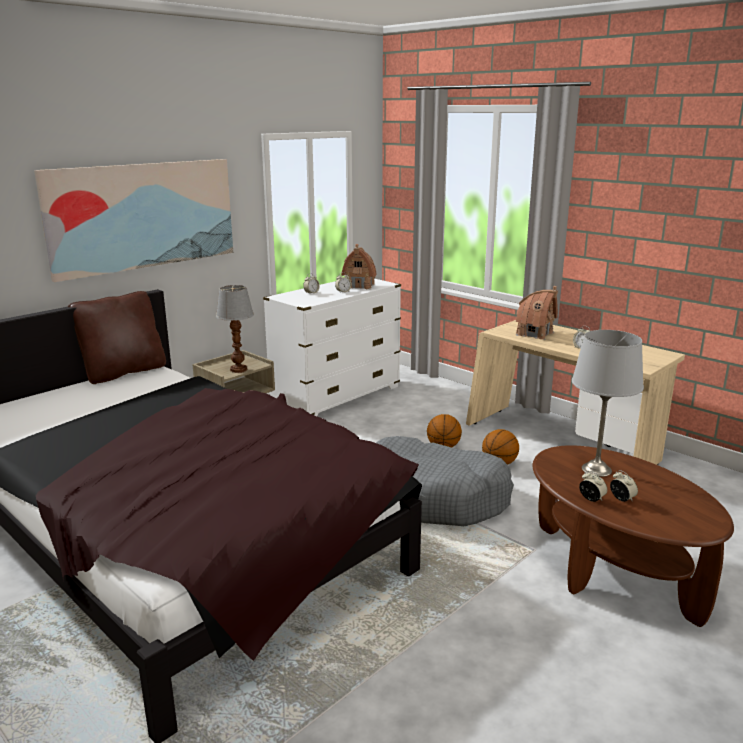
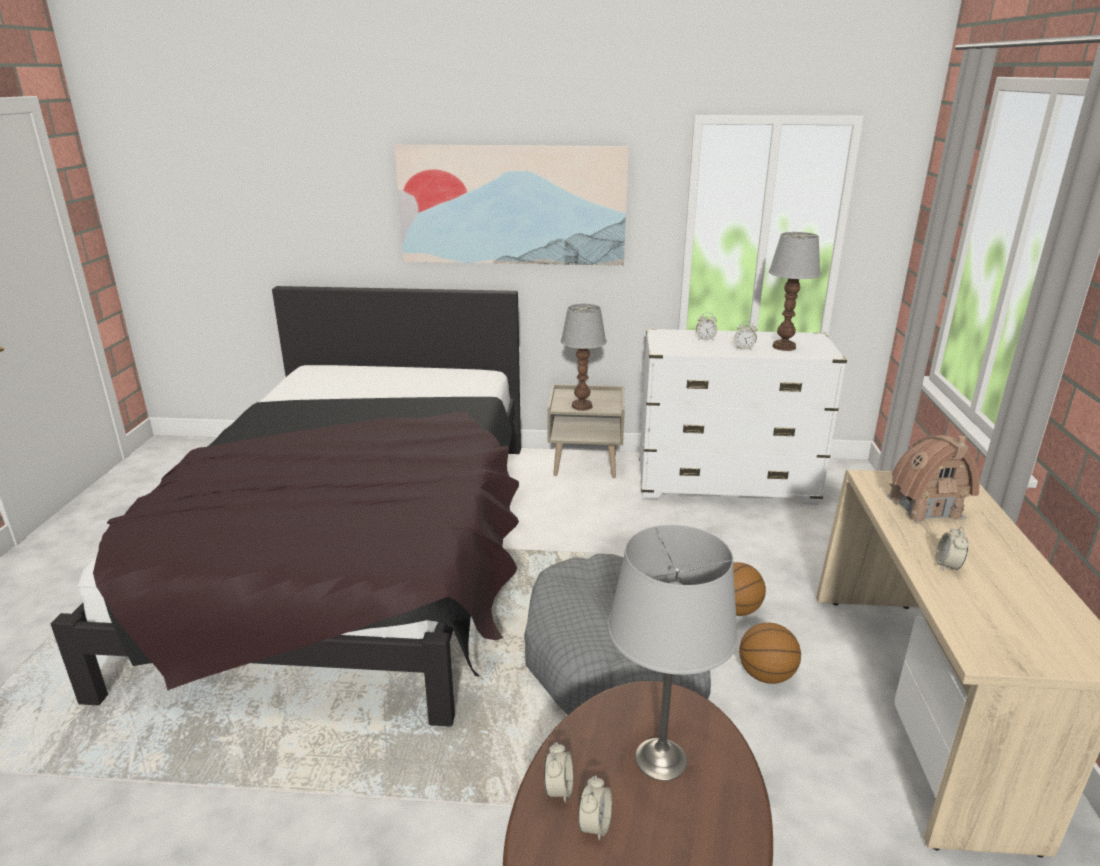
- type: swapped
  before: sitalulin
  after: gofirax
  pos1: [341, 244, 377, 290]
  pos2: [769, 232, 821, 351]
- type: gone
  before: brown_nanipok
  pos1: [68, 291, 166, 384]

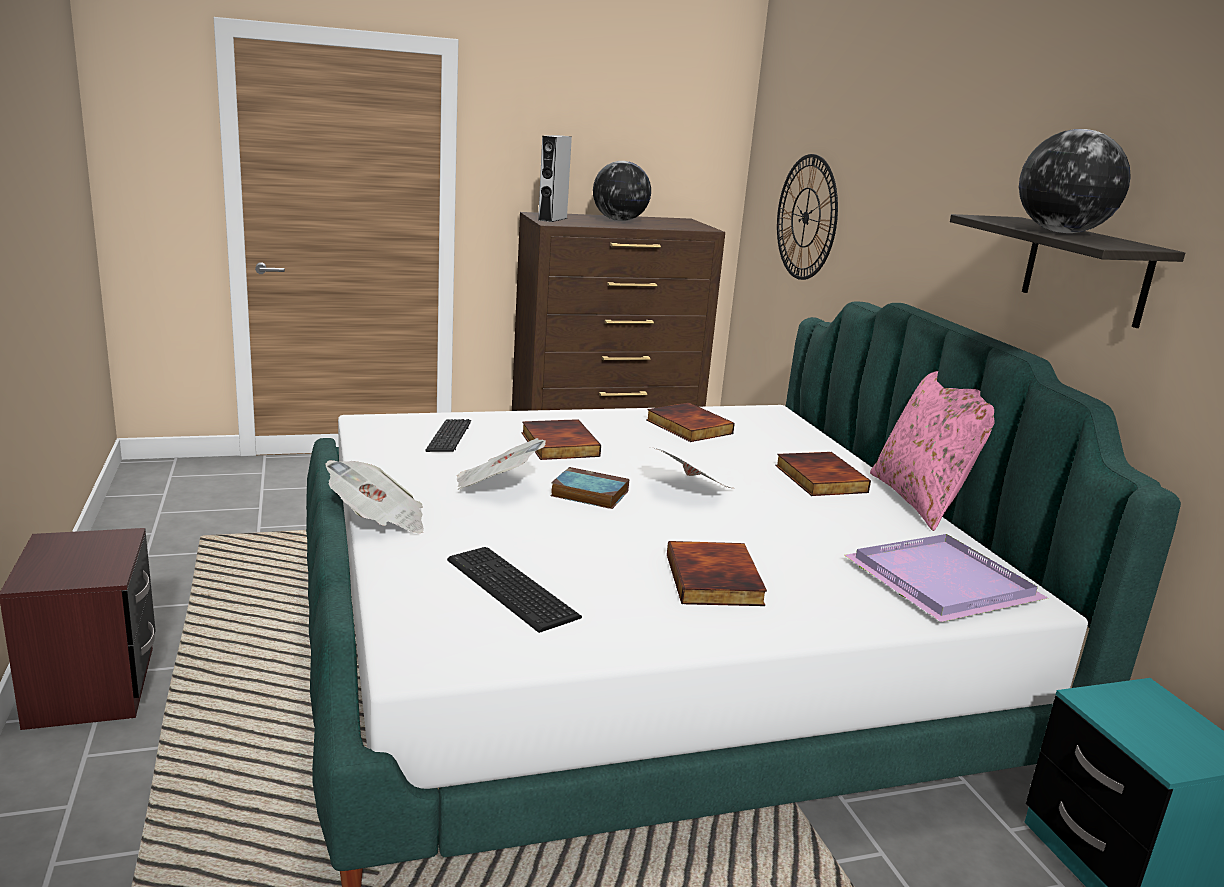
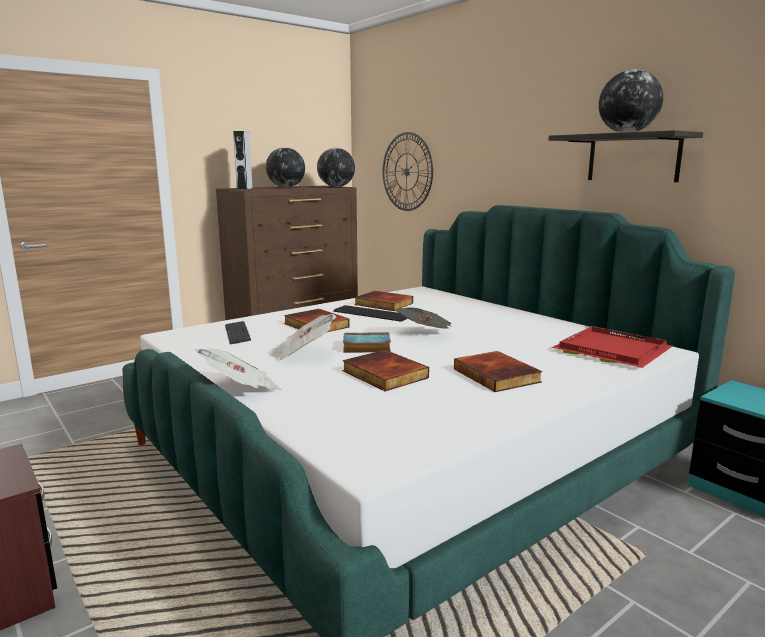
- type: new
  after: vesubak
  pos2: [317, 148, 355, 187]
- type: shifted
  before: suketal
  pos1: [447, 547, 582, 633]
  pos2: [333, 305, 408, 322]
- type: shifted
  before: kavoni
  pos1: [775, 452, 871, 496]
  pos2: [343, 350, 429, 391]
- type: repainted
  before: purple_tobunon
  after: red_tobunon
  pos1: [844, 534, 1048, 622]
  pos2: [552, 326, 672, 368]
- type: gone
  before: pink_nanipok
  pos1: [870, 371, 995, 531]

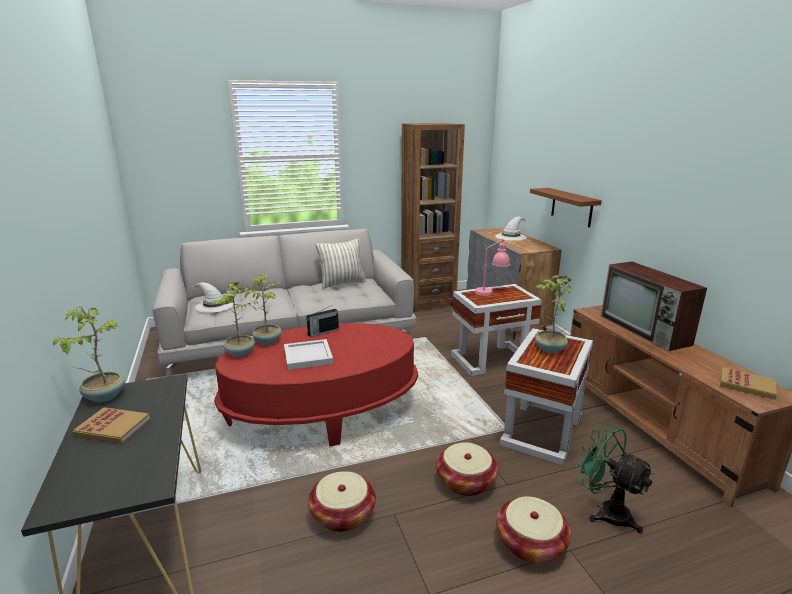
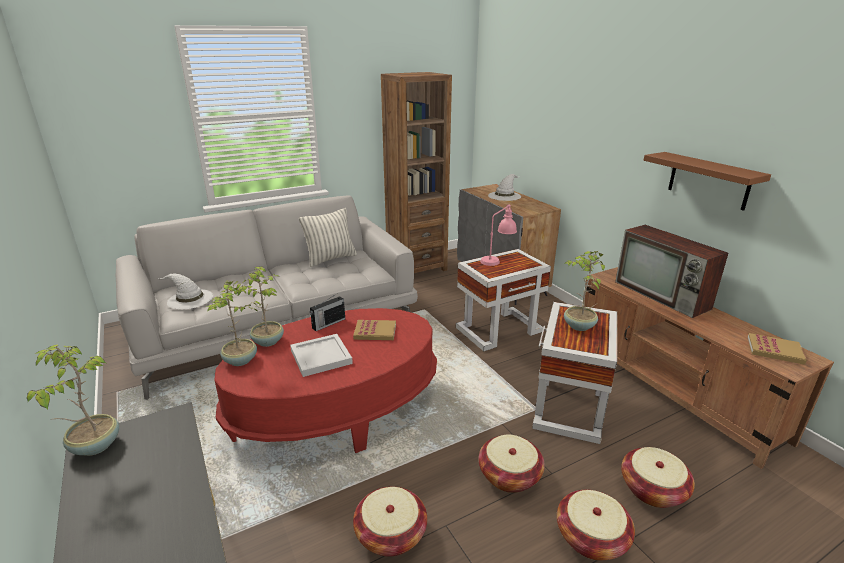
- type: shifted
  before: kavoni
  pos1: [72, 407, 150, 444]
  pos2: [353, 320, 396, 340]
- type: swapped
  before: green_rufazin
  after: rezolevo
  pos1: [576, 423, 654, 534]
  pos2: [621, 447, 695, 508]
- type: shifted
  before: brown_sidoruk
  pos1: [530, 188, 602, 227]
  pos2: [644, 152, 771, 211]

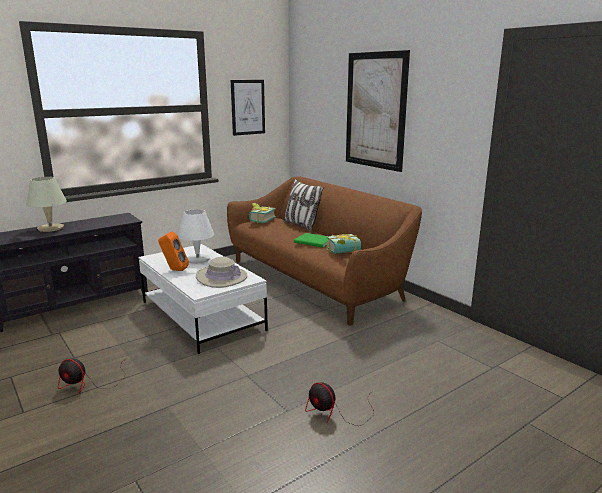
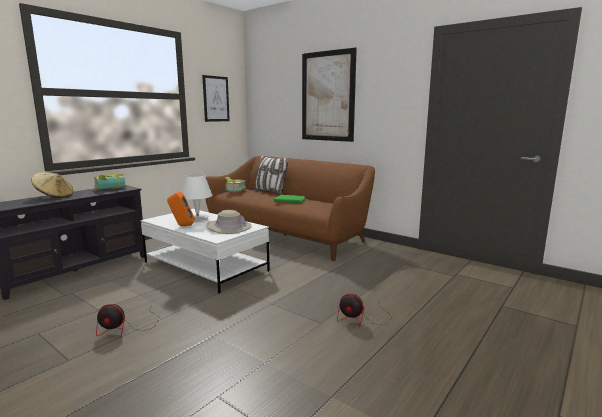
- type: swapped
  before: beige_gofirax
  after: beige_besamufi
  pos1: [26, 177, 67, 232]
  pos2: [31, 172, 73, 198]
- type: shifted
  before: kavoni
  pos1: [327, 234, 361, 254]
  pos2: [94, 174, 125, 190]

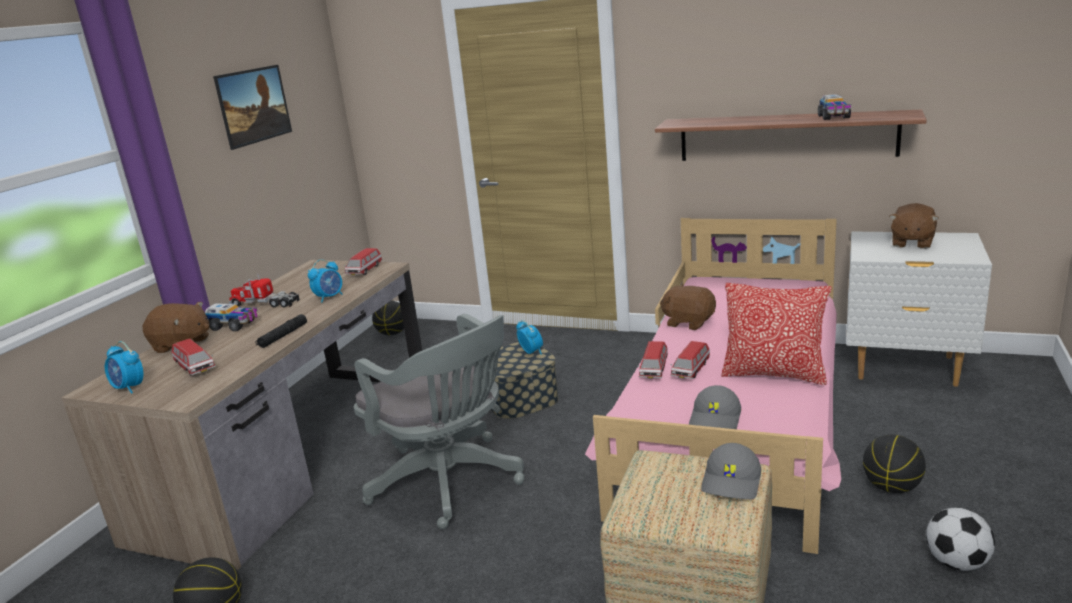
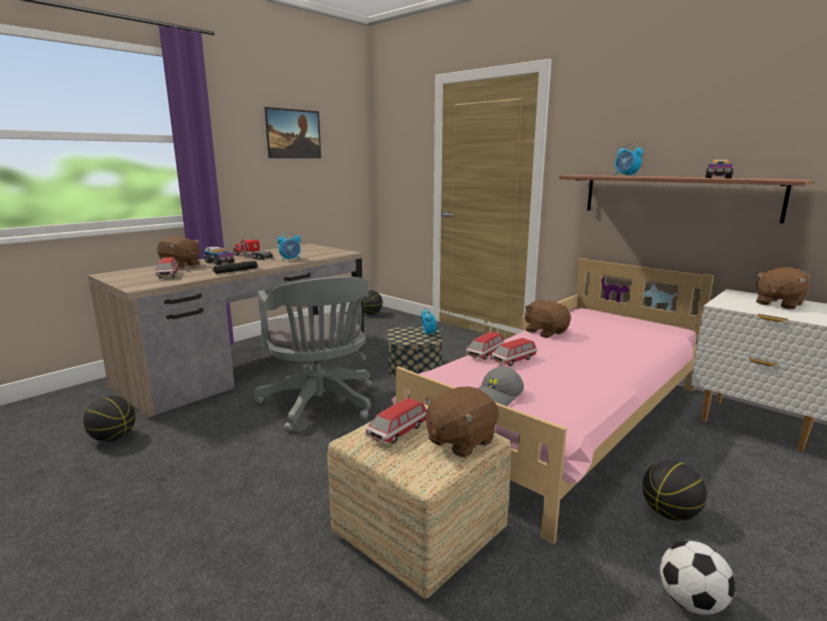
- type: shifted
  before: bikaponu
  pos1: [344, 248, 382, 275]
  pos2: [365, 398, 427, 444]
- type: swapped
  before: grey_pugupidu
  after: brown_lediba
  pos1: [701, 443, 761, 499]
  pos2: [425, 386, 499, 458]
- type: shifted
  before: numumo
  pos1: [105, 341, 143, 394]
  pos2: [615, 143, 643, 176]
- type: gone
  before: nanipok
  pos1: [721, 283, 831, 385]

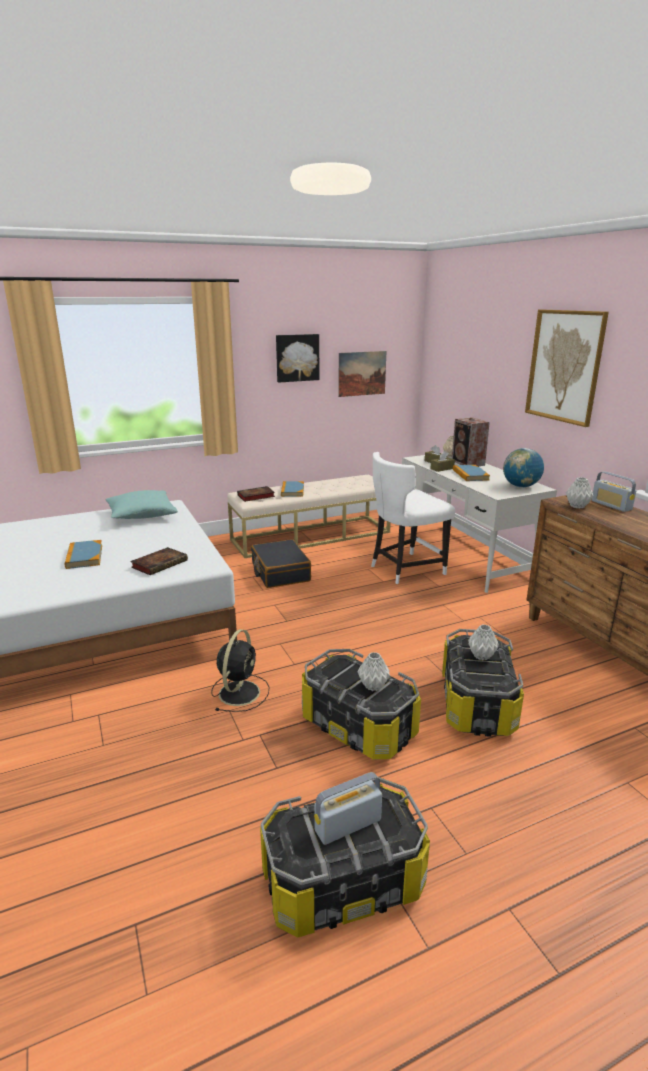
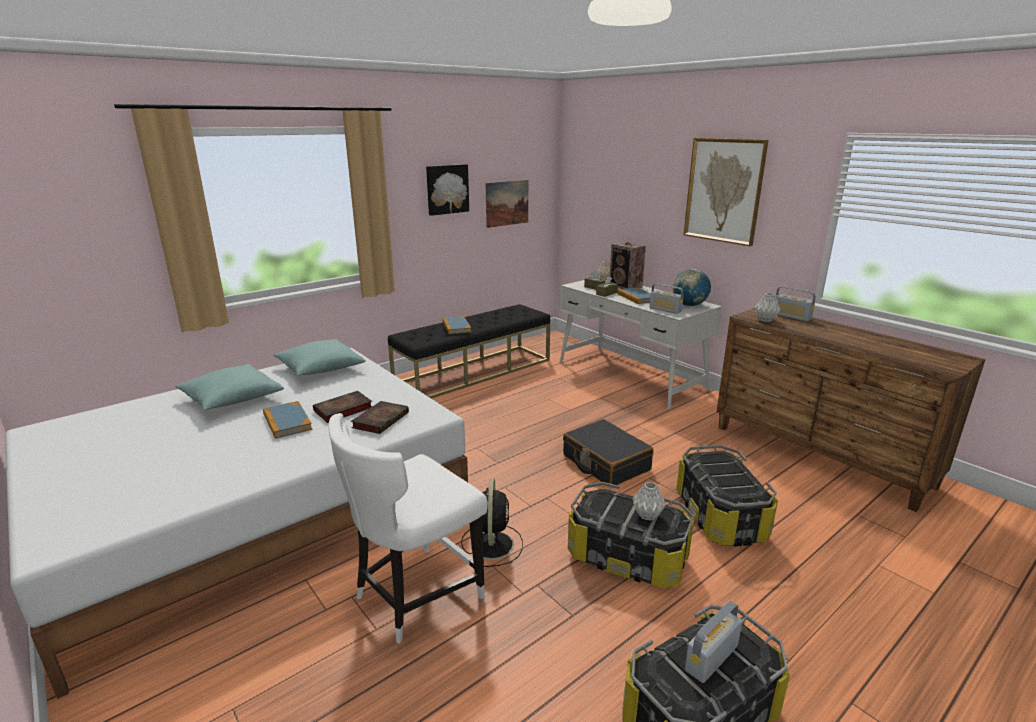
- type: new
  after: turquoise_nanipok
  pos2: [175, 364, 284, 410]
- type: shifted
  before: kavoni
  pos1: [237, 486, 275, 502]
  pos2: [313, 391, 372, 423]
- type: shifted
  before: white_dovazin
  pos1: [371, 452, 455, 584]
  pos2: [328, 413, 488, 644]
- type: repainted
  before: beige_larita
  after: black_larita
  pos1: [227, 475, 391, 558]
  pos2: [388, 304, 550, 399]
- type: shifted
  before: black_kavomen
  pos1: [251, 539, 311, 588]
  pos2: [563, 419, 653, 488]
- type: new
  after: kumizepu
  pos2: [650, 283, 684, 314]
- type: gone
  before: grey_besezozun
  pos1: [468, 624, 499, 660]

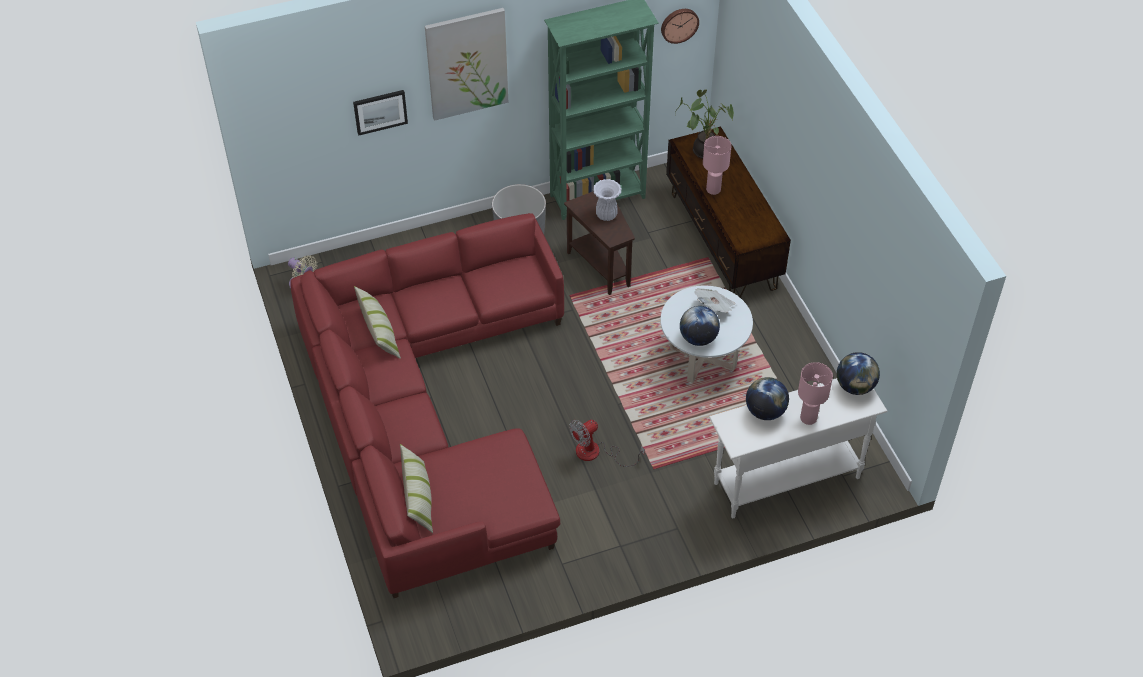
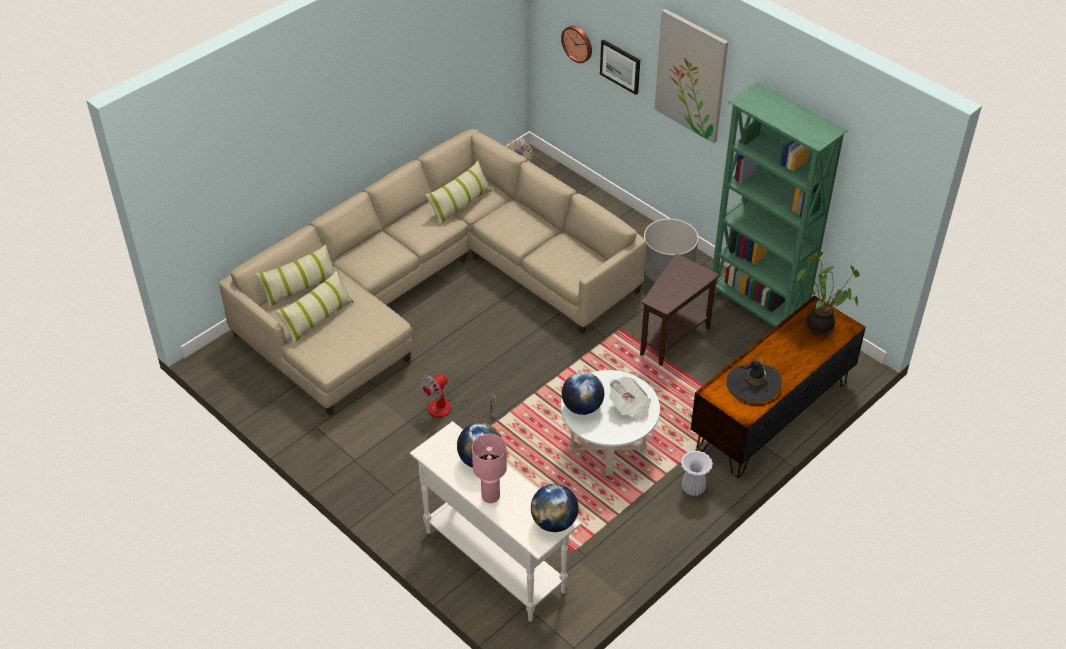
- type: repainted
  before: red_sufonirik
  after: beige_sufonirik
  pos1: [290, 213, 564, 598]
  pos2: [219, 129, 647, 416]
- type: new
  after: nanipok
  pos2: [276, 270, 354, 345]
- type: rotated
  before: rufazin
  pos1: [569, 419, 645, 467]
  pos2: [419, 374, 497, 418]
  turn: -75
- type: shifted
  before: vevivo
  pos1: [661, 9, 699, 44]
  pos2: [561, 26, 592, 63]
- type: shifted
  before: white_besezozun
  pos1: [593, 179, 622, 221]
  pos2: [681, 450, 713, 496]
- type: new
  after: black_besamufi
  pos2: [726, 357, 782, 403]
- type: gone
  before: pink_gofirax
  pos1: [703, 136, 732, 195]

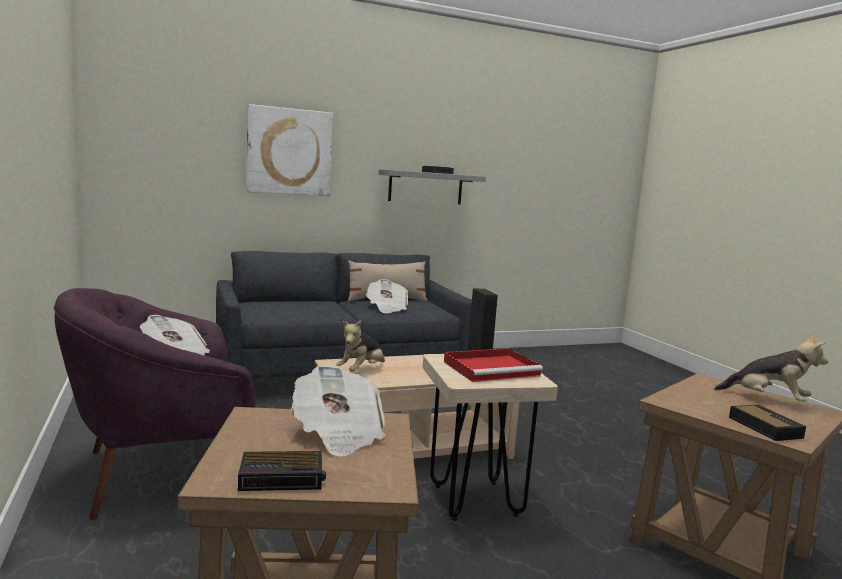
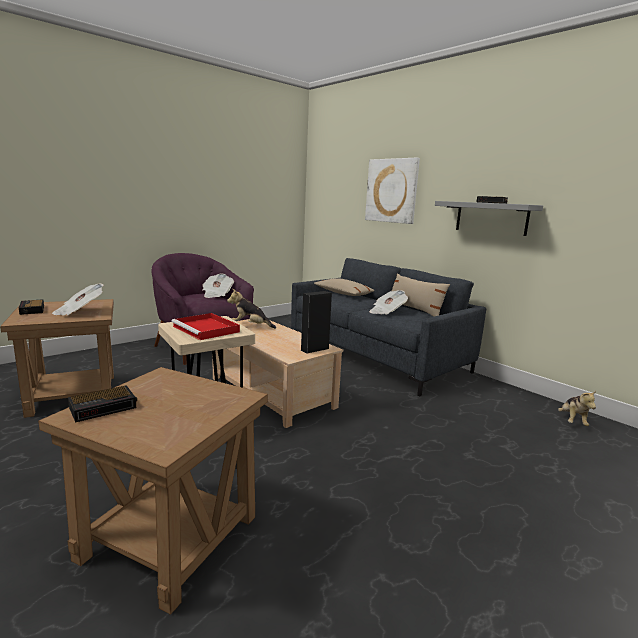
- type: new
  after: beige_nanipok
  pos2: [314, 278, 374, 296]
- type: shifted
  before: lediba
  pos1: [714, 334, 828, 402]
  pos2: [558, 391, 596, 426]

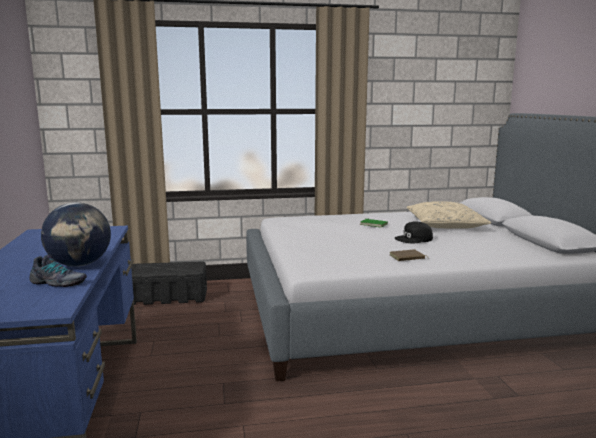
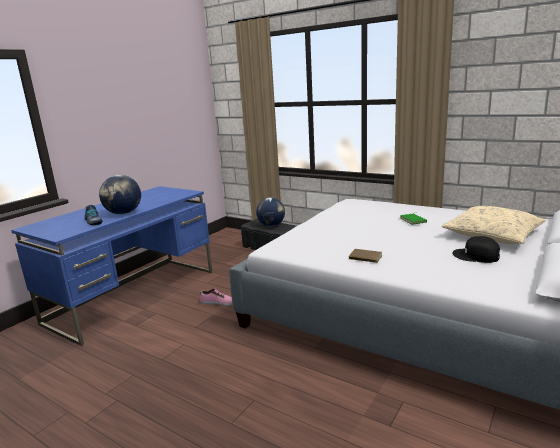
- type: new
  after: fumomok
  pos2: [200, 289, 233, 306]
- type: new
  after: vesubak
  pos2: [256, 198, 285, 226]
- type: shifted
  before: black_pugupidu
  pos1: [395, 221, 433, 243]
  pos2: [452, 236, 500, 263]

